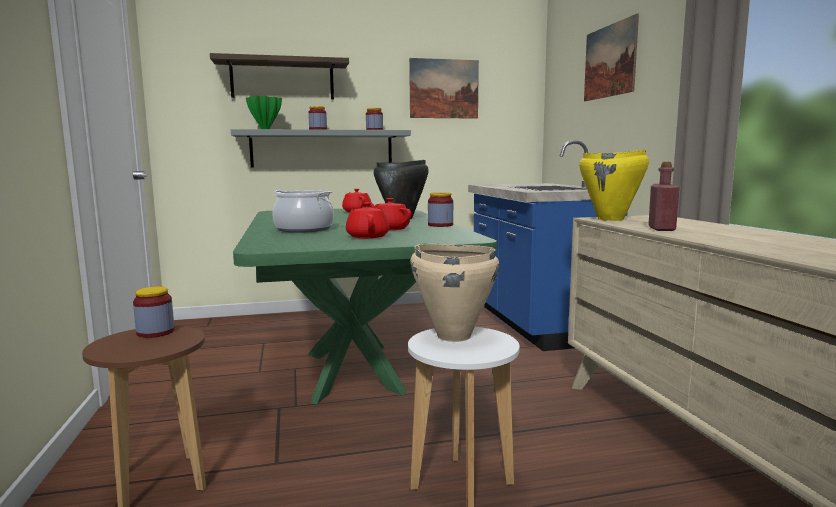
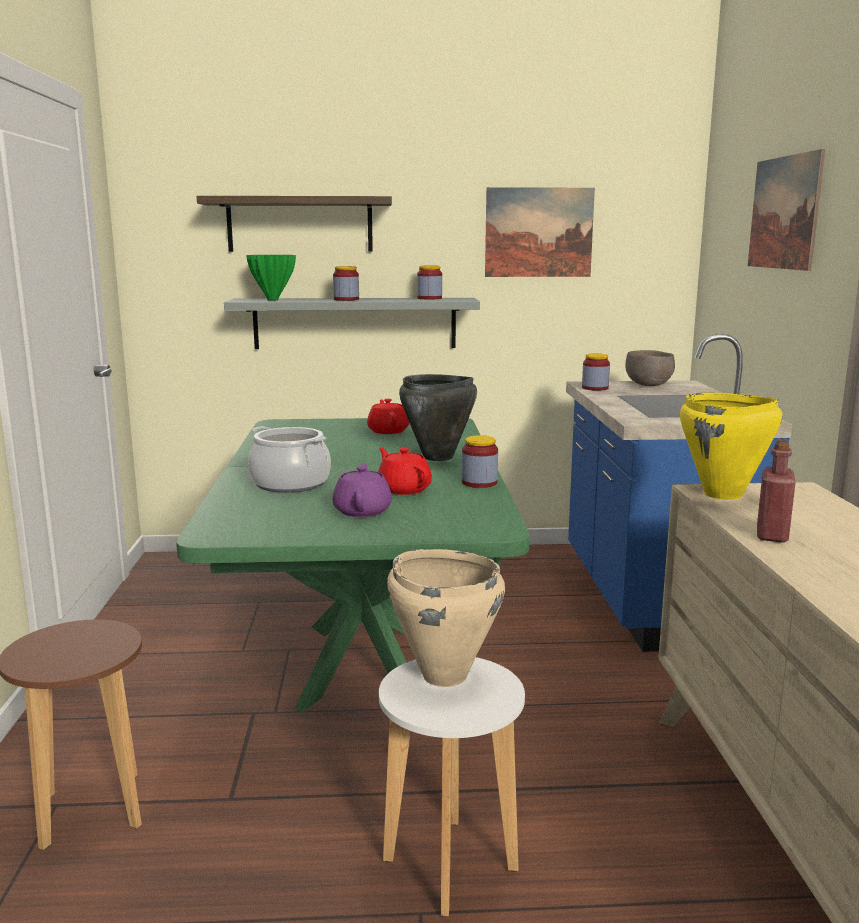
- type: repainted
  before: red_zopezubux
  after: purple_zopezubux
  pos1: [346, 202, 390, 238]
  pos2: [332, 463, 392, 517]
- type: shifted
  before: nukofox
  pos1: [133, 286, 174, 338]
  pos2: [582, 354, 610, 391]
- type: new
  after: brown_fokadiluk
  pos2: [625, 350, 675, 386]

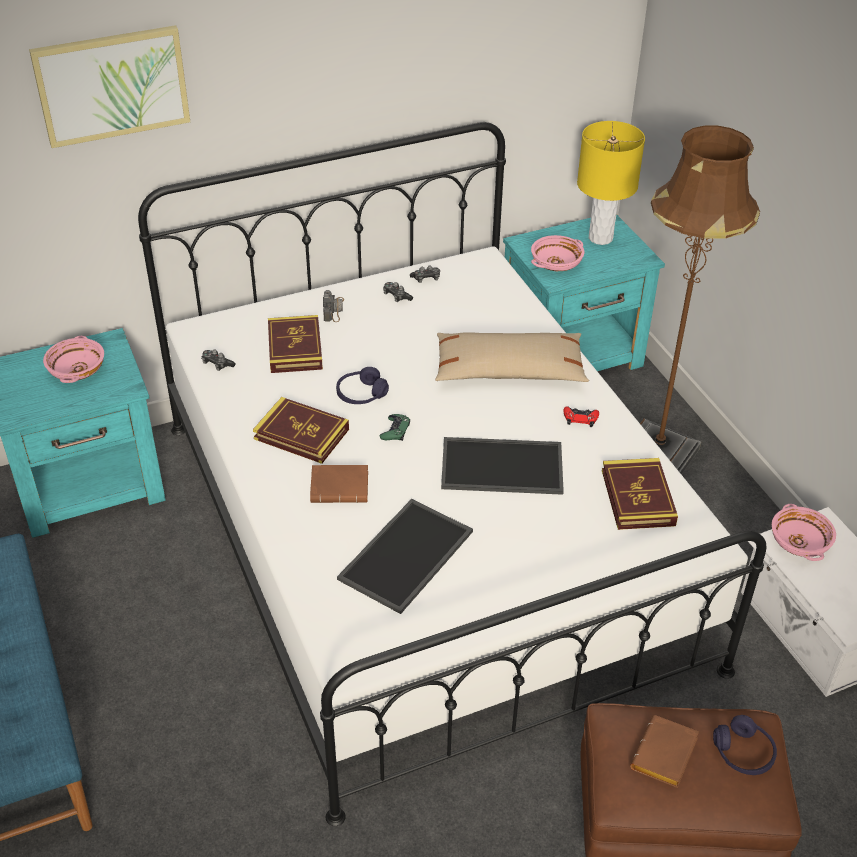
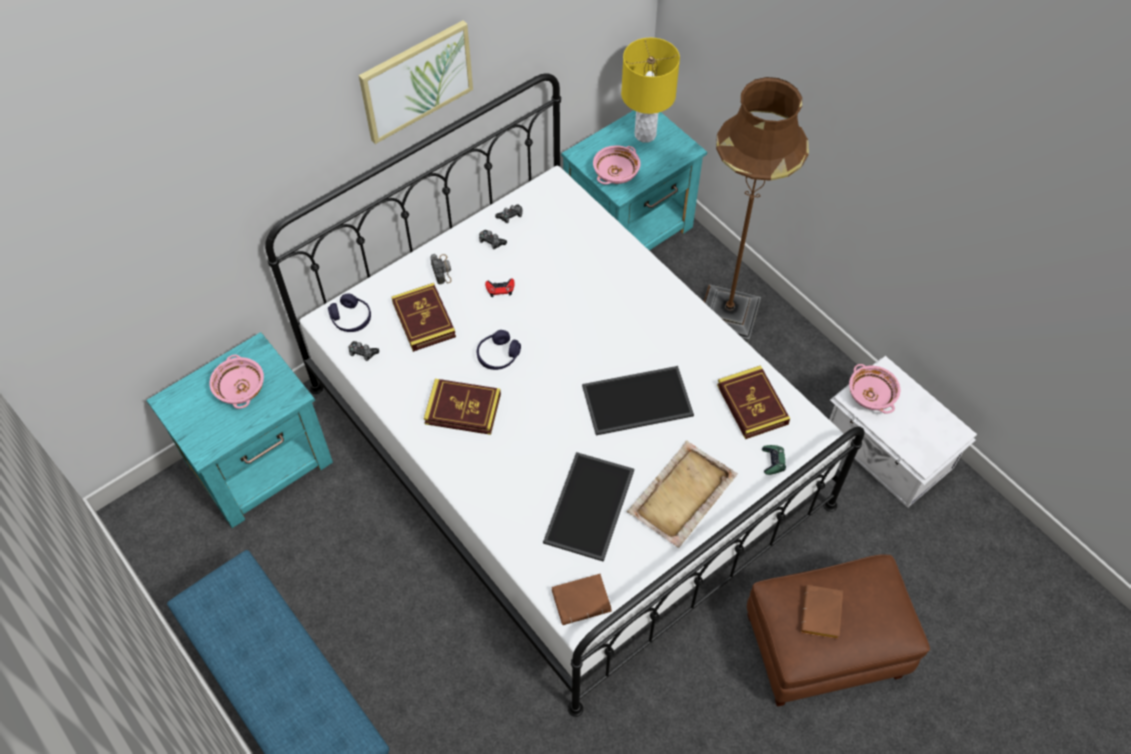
- type: shifted
  before: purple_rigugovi
  pos1: [713, 715, 777, 775]
  pos2: [328, 293, 371, 332]
- type: shifted
  before: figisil
  pos1: [29, 25, 190, 148]
  pos2: [359, 20, 473, 144]
- type: shifted
  before: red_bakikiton
  pos1: [564, 406, 599, 427]
  pos2: [485, 278, 515, 297]
- type: shifted
  before: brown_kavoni
  pos1: [310, 465, 368, 503]
  pos2: [552, 574, 612, 625]
- type: new
  after: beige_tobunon
  pos2: [627, 440, 738, 548]
- type: shifted
  before: green_bakikiton
  pos1: [380, 414, 410, 441]
  pos2: [762, 445, 786, 475]
- type: gone
  before: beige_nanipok
  pos1: [435, 332, 589, 382]

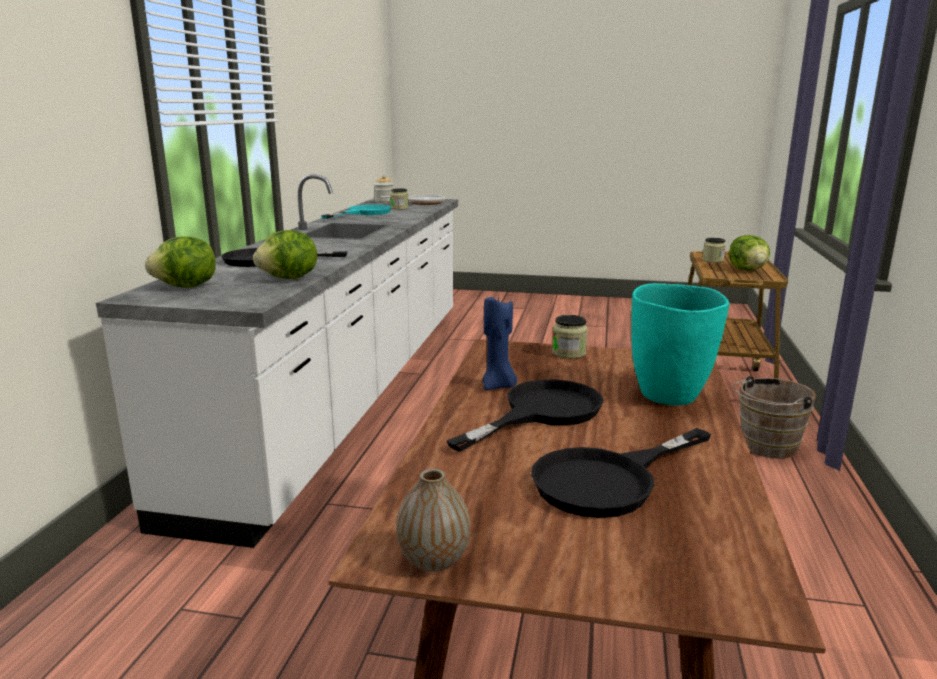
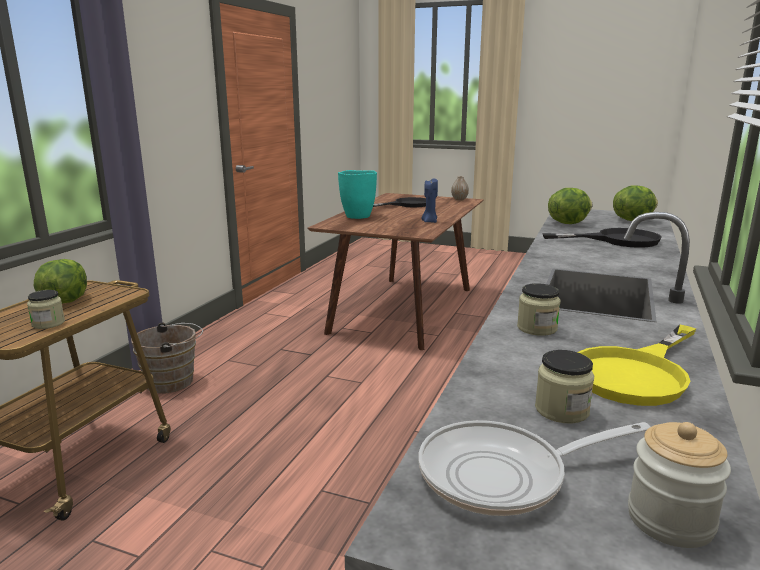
- type: shifted
  before: nukofox
  pos1: [552, 315, 588, 359]
  pos2: [517, 283, 560, 336]
- type: repainted
  before: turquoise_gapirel
  after: yellow_gapirel
  pos1: [321, 205, 391, 219]
  pos2: [578, 325, 696, 406]
- type: gone
  before: black_gapirel
  pos1: [447, 379, 604, 452]

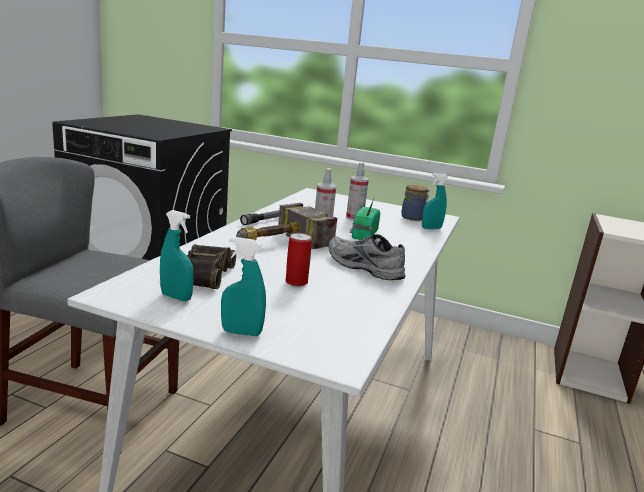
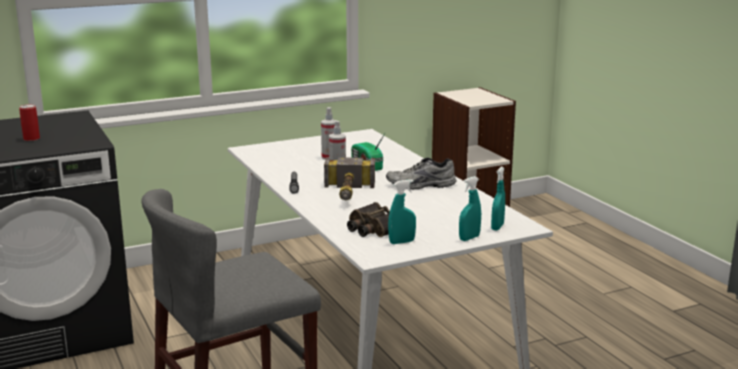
- type: shifted
  before: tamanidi
  pos1: [286, 233, 312, 287]
  pos2: [19, 104, 40, 141]
- type: shifted
  before: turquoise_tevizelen
  pos1: [422, 173, 448, 229]
  pos2: [491, 167, 505, 230]
- type: gone
  before: nukofox
  pos1: [401, 185, 430, 221]

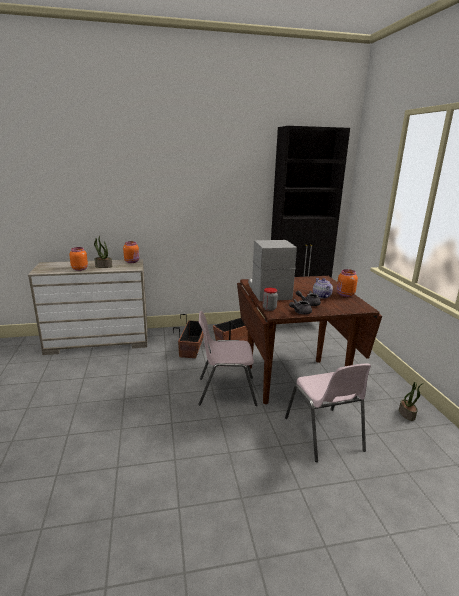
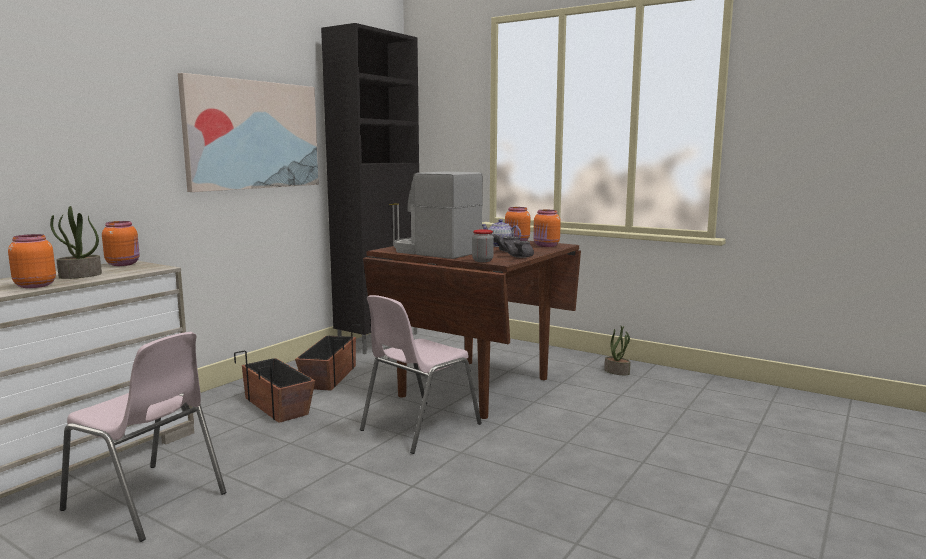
- type: shifted
  before: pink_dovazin
  pos1: [285, 363, 371, 462]
  pos2: [60, 332, 226, 542]
- type: new
  after: figisil
  pos2: [178, 73, 319, 192]
- type: new
  after: orange_nukofox
  pos2: [533, 210, 561, 247]

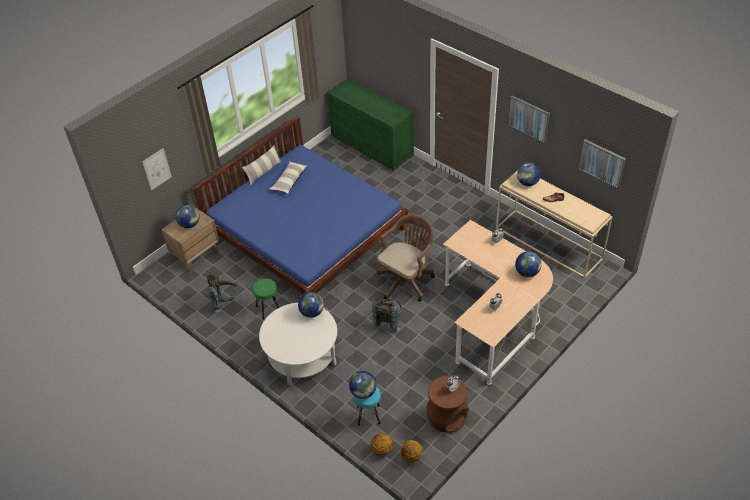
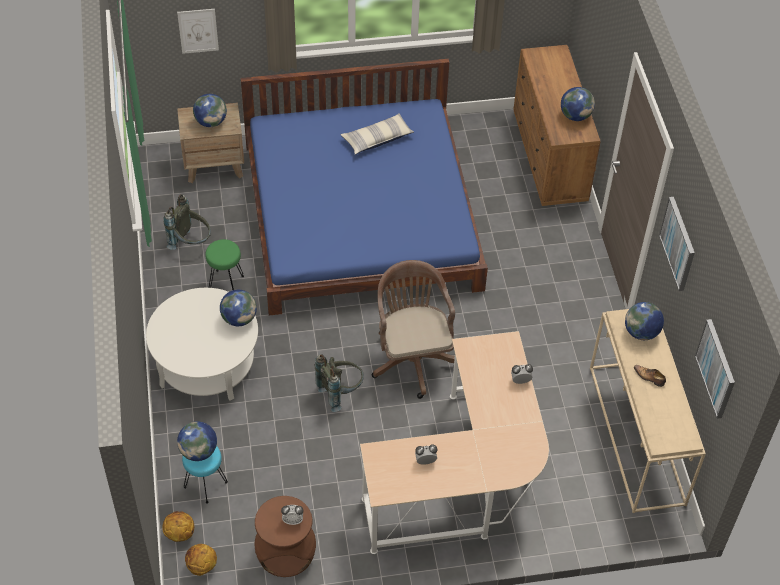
- type: rotated
  before: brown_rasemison
  pos1: [376, 214, 435, 302]
  pos2: [372, 260, 455, 399]
  turn: -90
- type: repainted
  before: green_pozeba
  after: brown_pozeba
  pos1: [327, 79, 414, 170]
  pos2: [513, 45, 601, 206]
- type: shifted
  before: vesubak
  pos1: [515, 251, 542, 277]
  pos2: [561, 87, 595, 121]
- type: gone
  before: nanipok
  pos1: [242, 145, 282, 185]

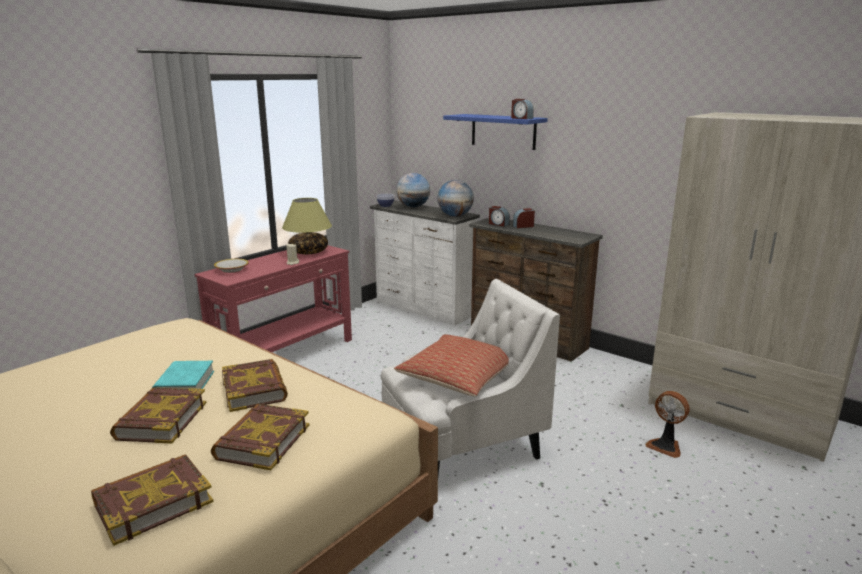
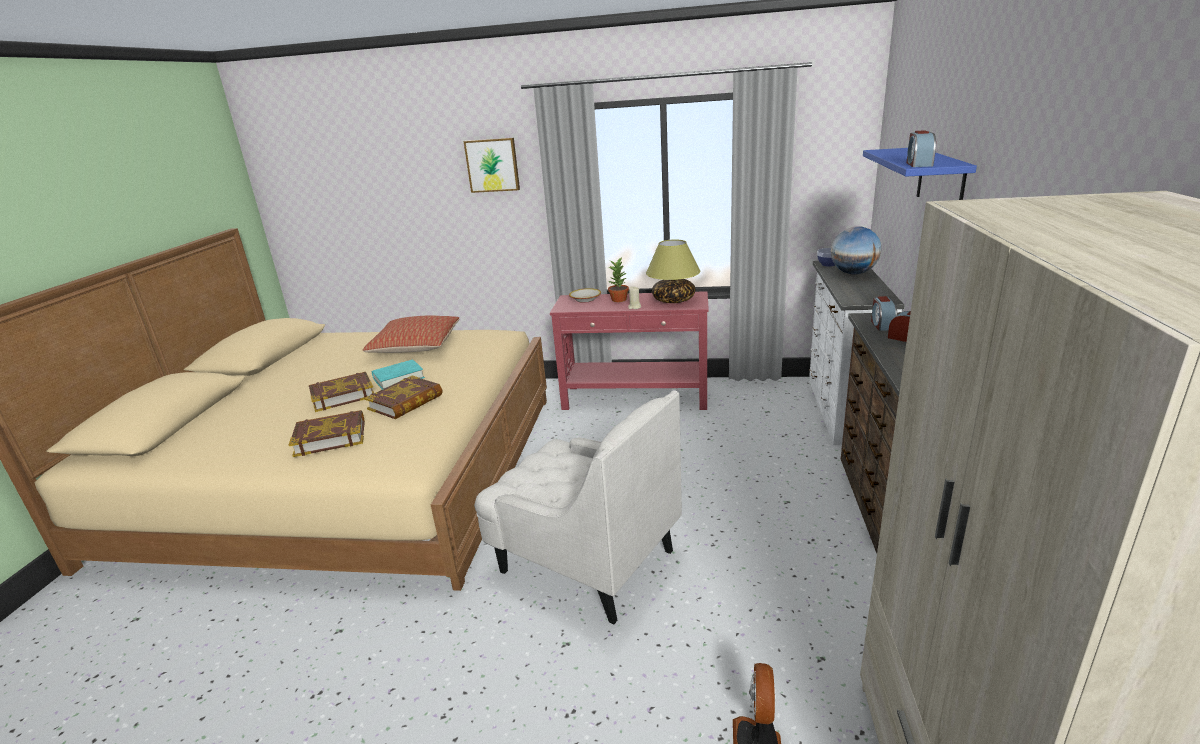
- type: shifted
  before: nanipok
  pos1: [394, 334, 509, 397]
  pos2: [363, 316, 460, 353]
- type: new
  after: figisil
  pos2: [464, 138, 520, 193]
- type: new
  after: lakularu
  pos2: [608, 258, 629, 302]
- type: gone
  before: kavoni
  pos1: [91, 454, 214, 546]
- type: gone
  before: vesubak
  pos1: [437, 180, 474, 217]

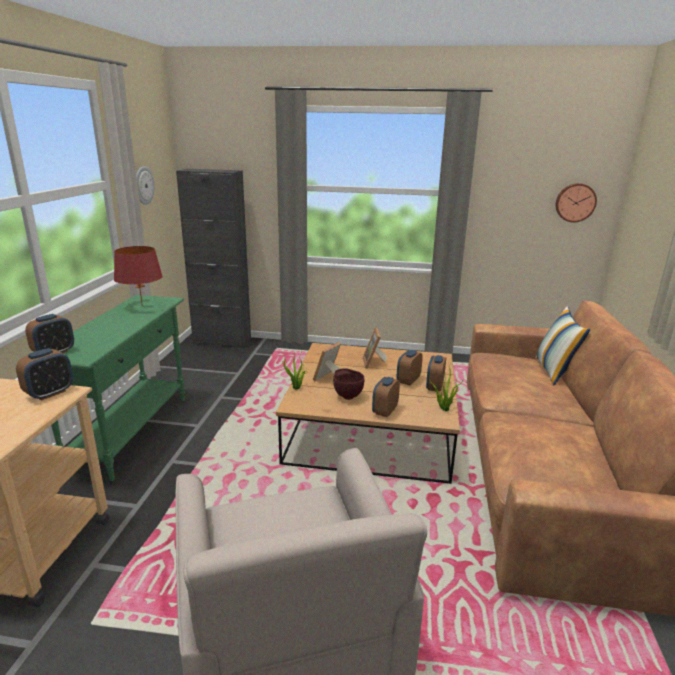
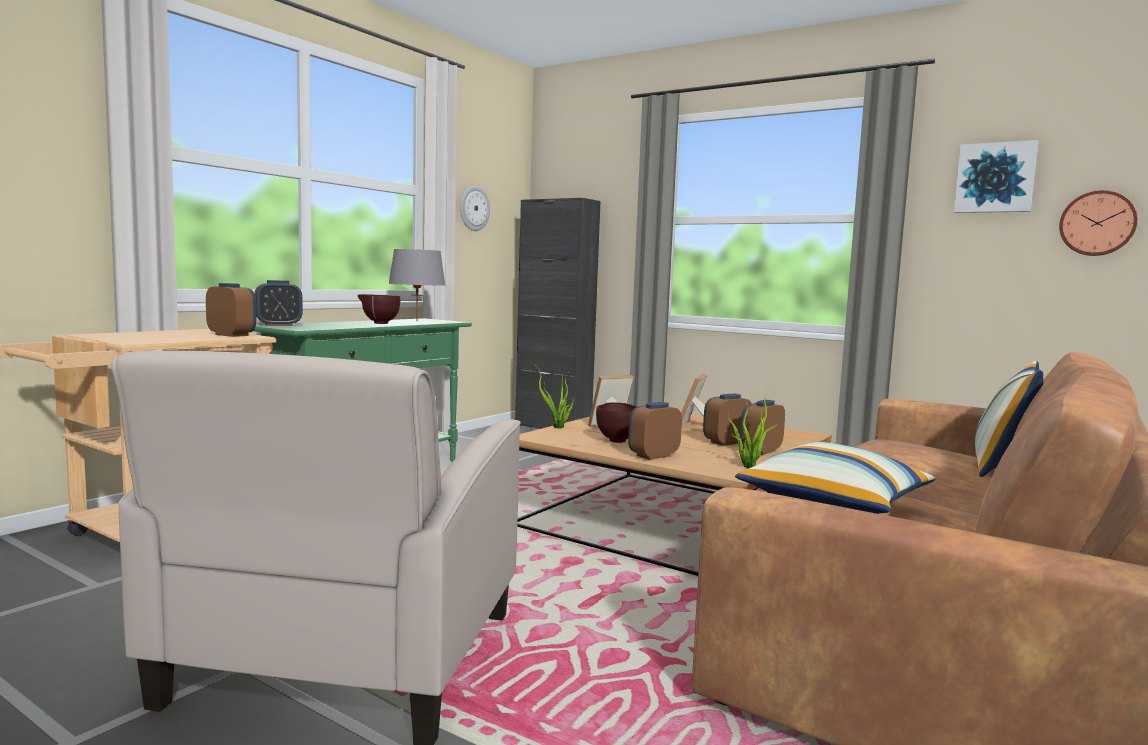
- type: rotated
  before: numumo
  pos1: [16, 348, 73, 401]
  pos2: [206, 283, 256, 337]
  turn: -120
- type: new
  after: brown_fokadiluk
  pos2: [358, 294, 400, 324]
- type: repainted
  before: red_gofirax
  after: grey_gofirax
  pos1: [114, 246, 163, 307]
  pos2: [389, 249, 445, 321]
- type: new
  after: nanipok
  pos2: [735, 442, 935, 514]
- type: new
  after: figisil
  pos2: [954, 140, 1038, 213]

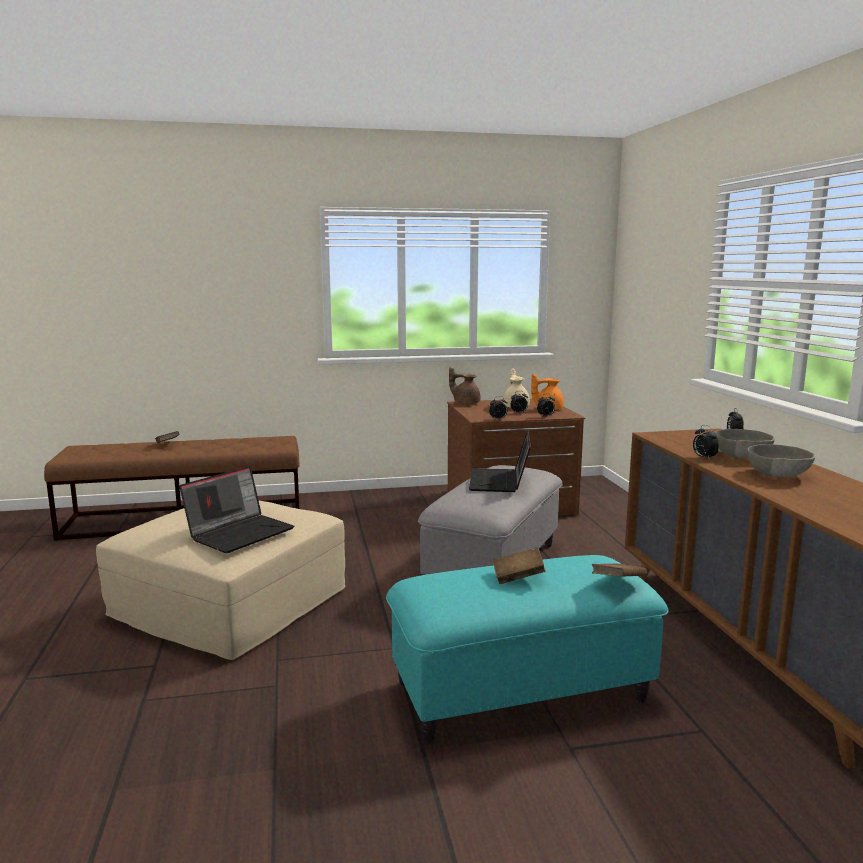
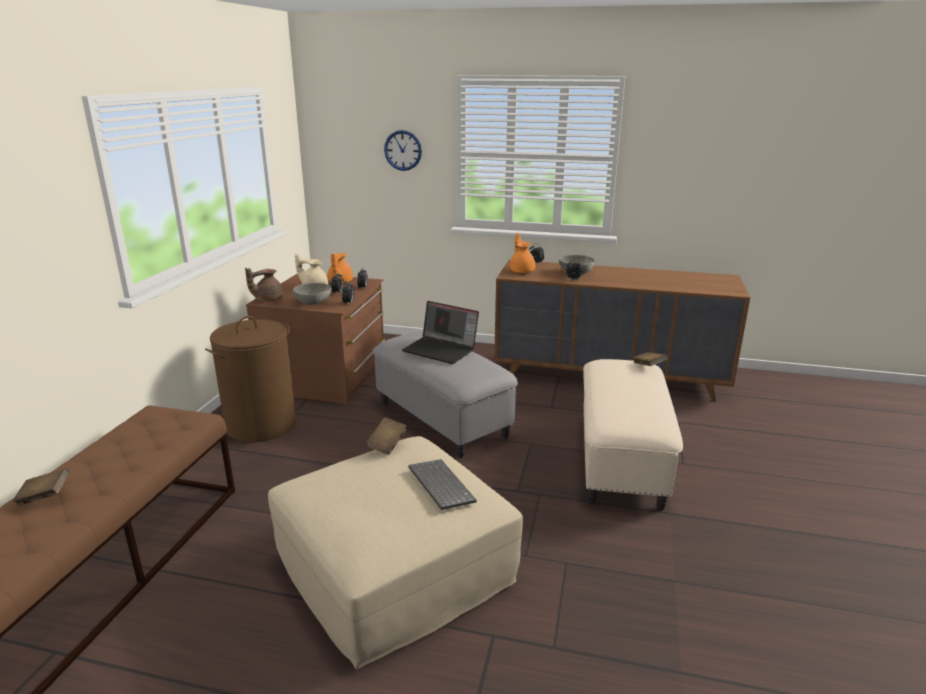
- type: new
  after: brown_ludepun
  pos2: [205, 316, 296, 442]
- type: shifted
  before: grey_fokadiluk
  pos1: [747, 444, 815, 477]
  pos2: [293, 283, 332, 305]
- type: shifted
  before: brown_kavoni
  pos1: [493, 547, 546, 584]
  pos2: [366, 417, 407, 455]
- type: new
  after: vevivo
  pos2: [384, 130, 422, 171]
- type: swapped
  before: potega
  after: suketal
  pos1: [179, 466, 294, 553]
  pos2: [408, 459, 477, 510]
- type: new
  after: orange_zopezubux
  pos2: [510, 233, 535, 273]
- type: repainted
  before: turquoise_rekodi
  after: beige_rekodi
  pos1: [386, 555, 669, 743]
  pos2: [583, 359, 683, 511]

